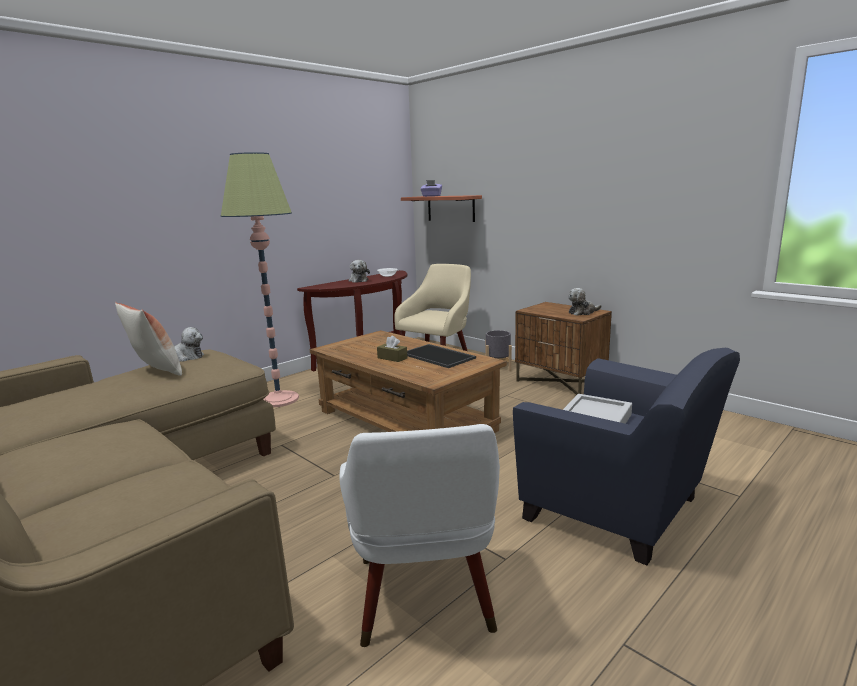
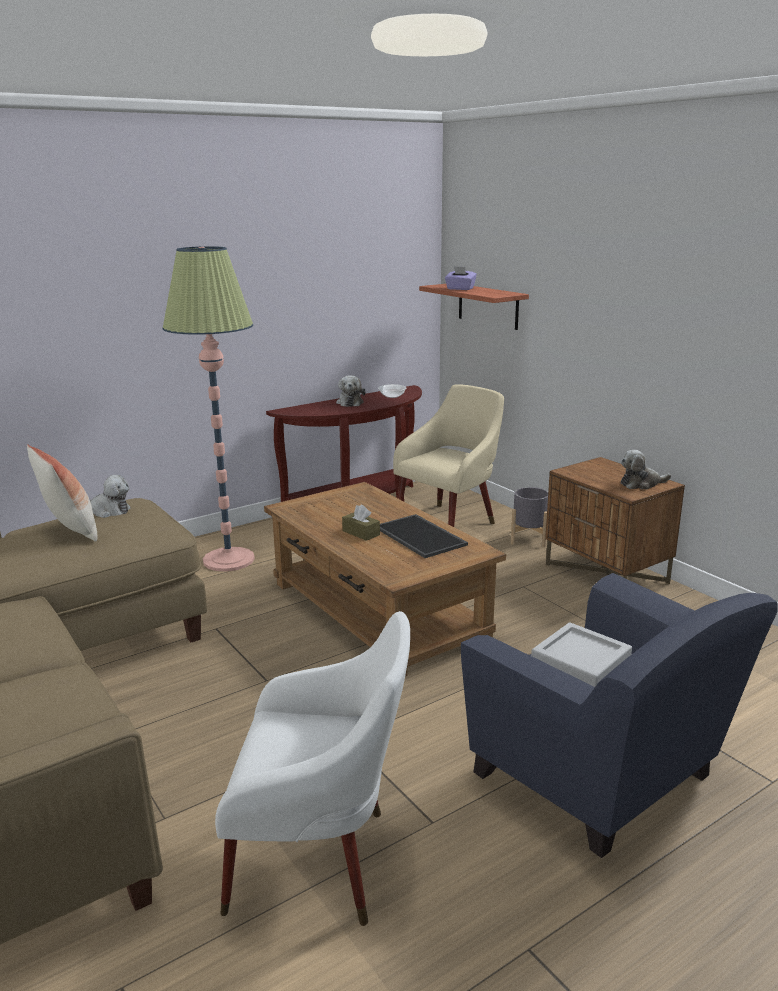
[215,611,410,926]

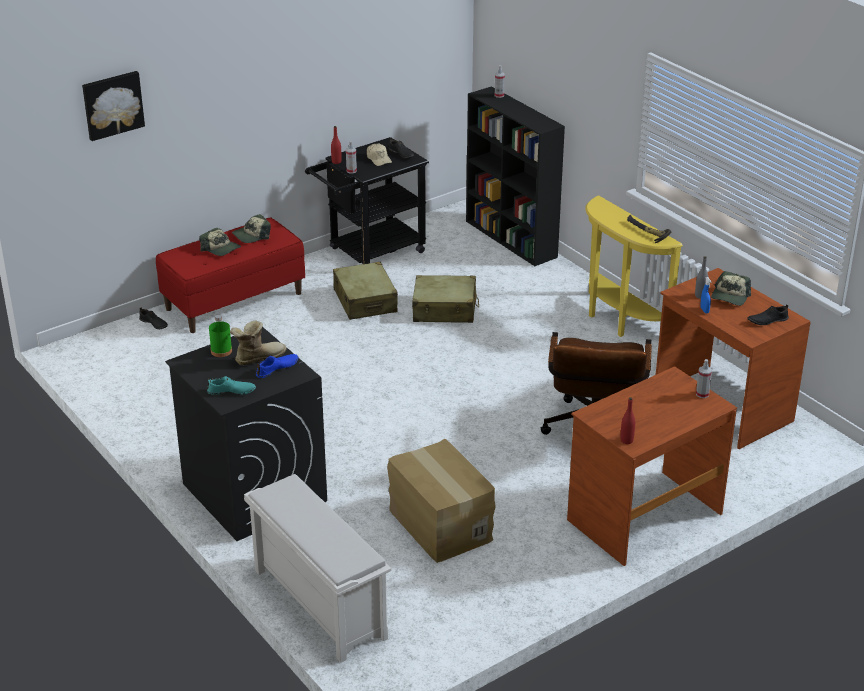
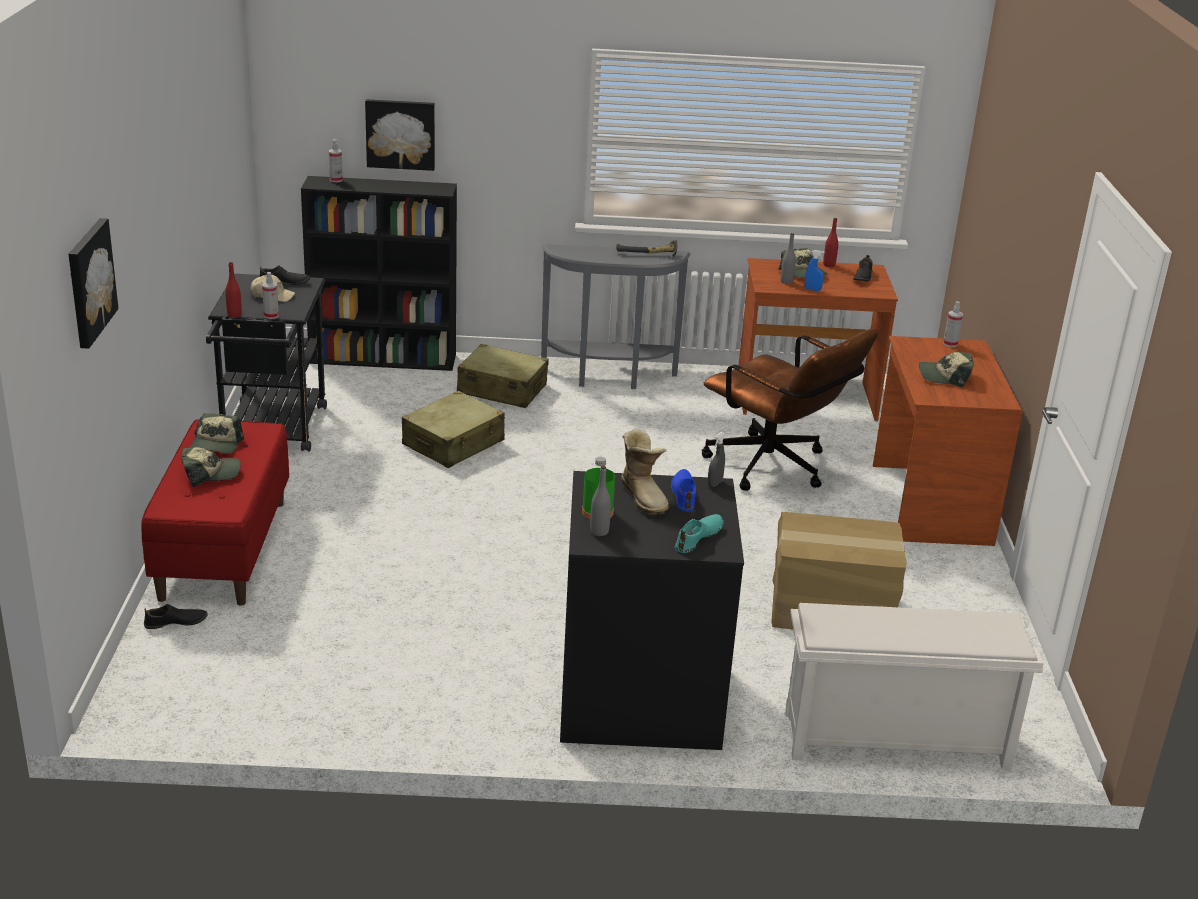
[365,99,435,171]
[590,466,611,536]
[708,432,725,487]
[919,352,974,388]
[457,343,549,408]
[823,218,838,267]
[541,244,690,389]
[621,429,669,516]

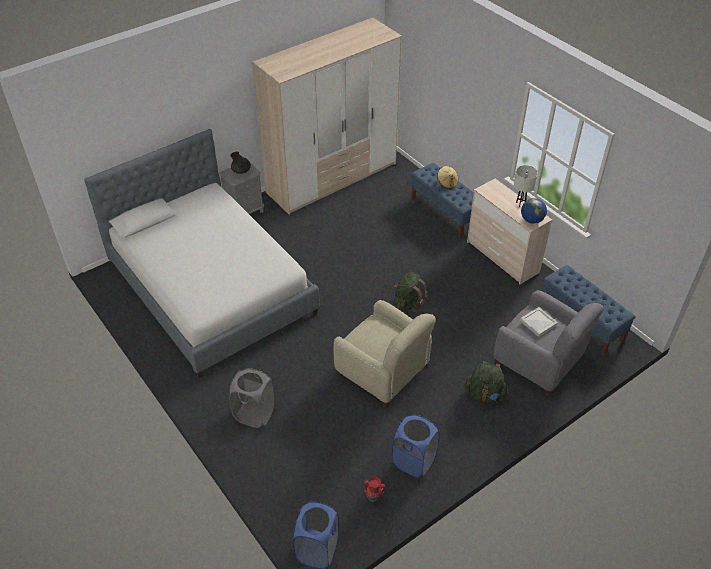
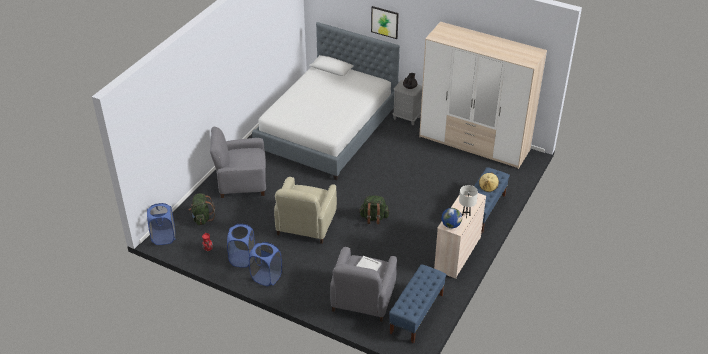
[249,242,282,286]
[371,6,399,39]
[189,193,215,225]
[210,127,266,198]

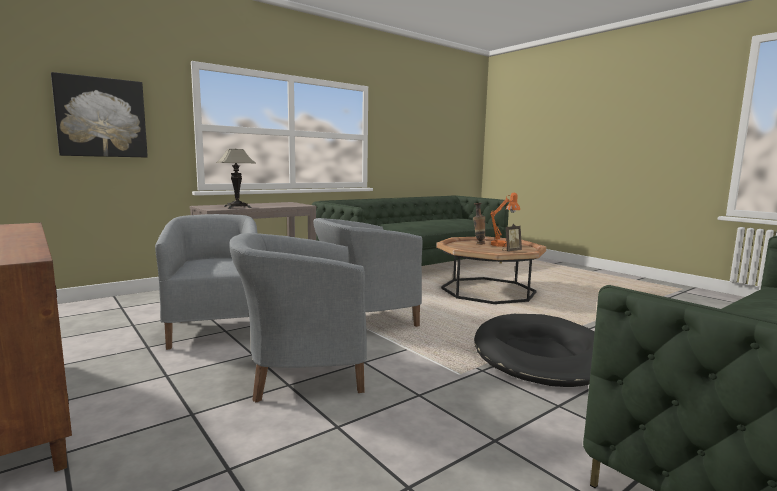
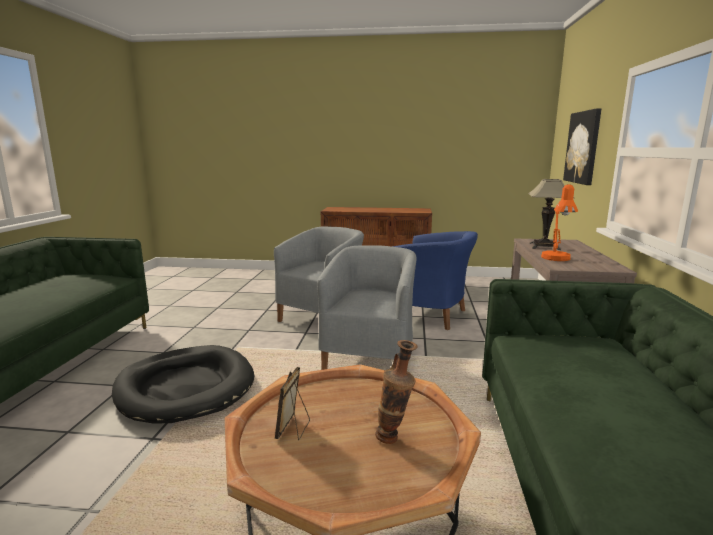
[541,184,578,261]
[391,231,478,330]

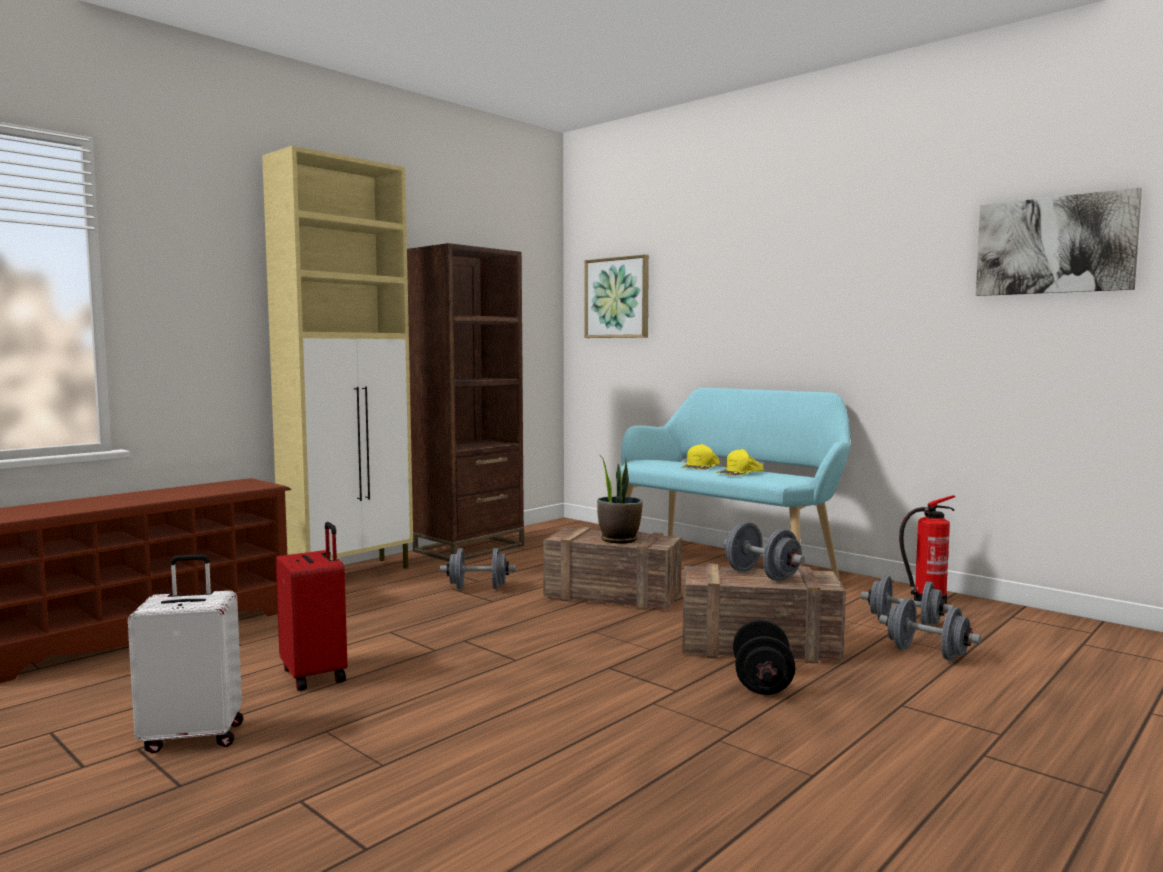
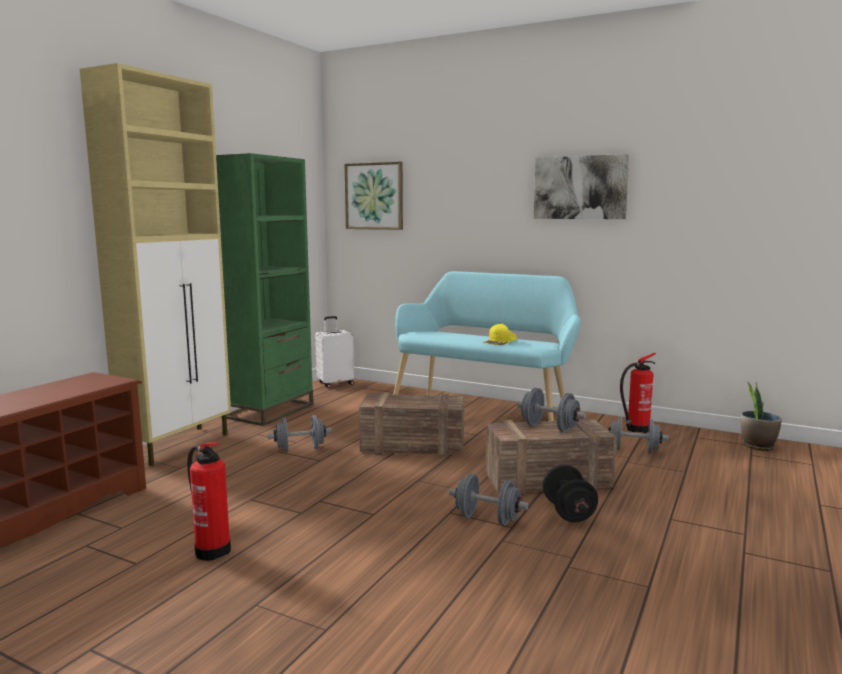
[681,444,720,470] (first image)
[315,316,354,388]
[741,382,782,451]
[449,473,528,525]
[534,154,630,219]
[187,442,231,561]
[216,153,313,426]

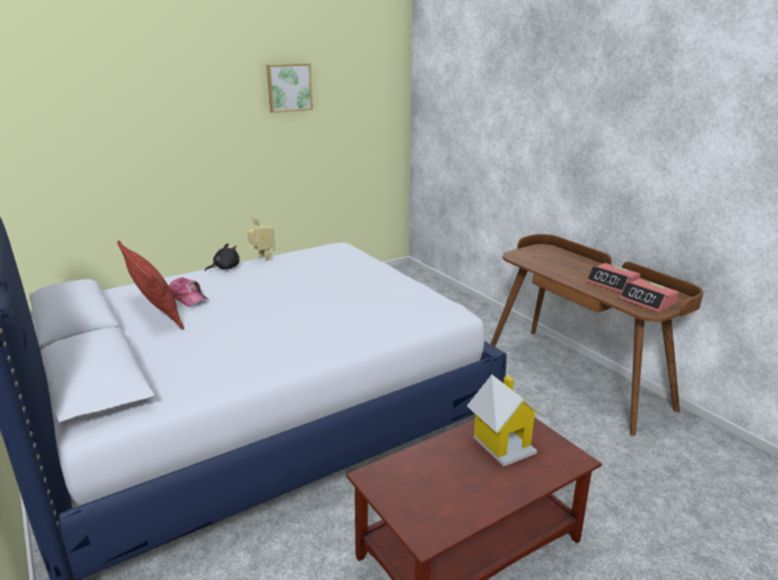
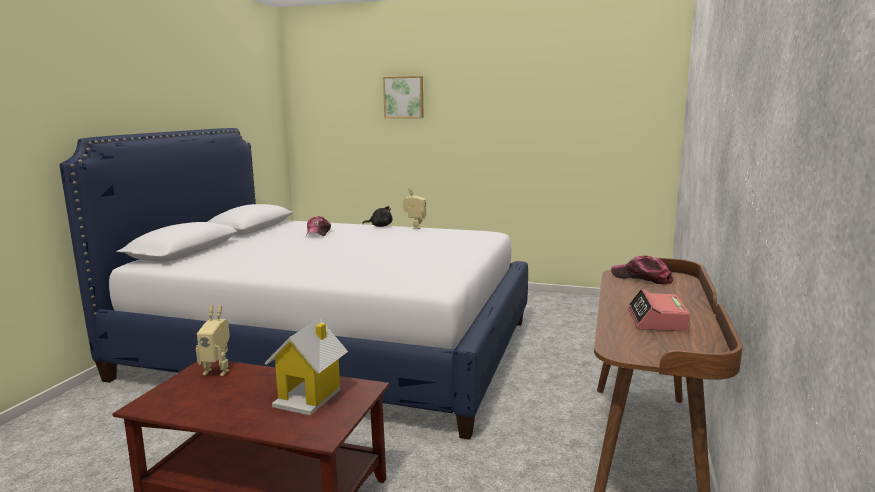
[117,240,184,330] (first image)
[619,279,678,313] (first image)
[196,305,230,376]
[611,255,674,285]
[383,76,424,118]

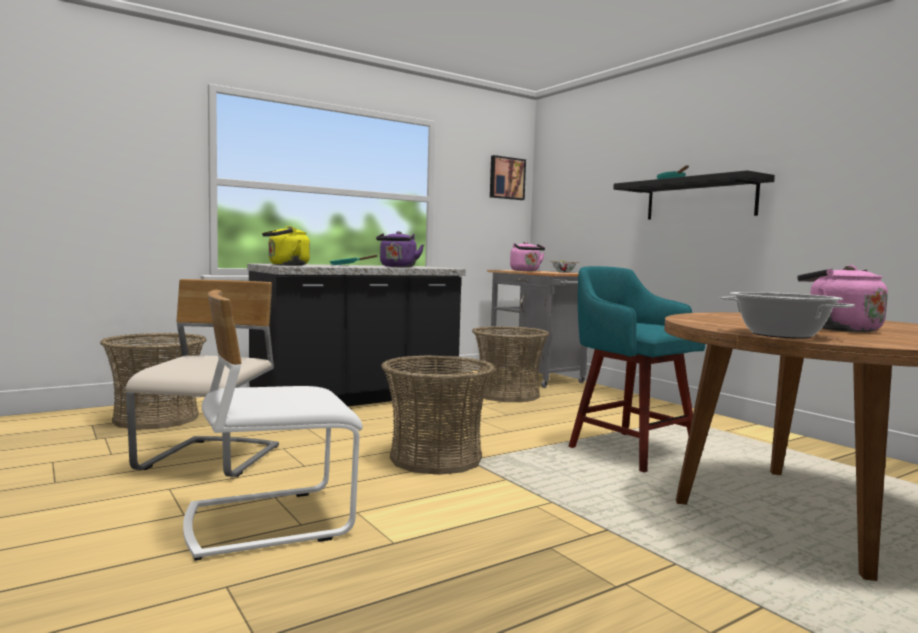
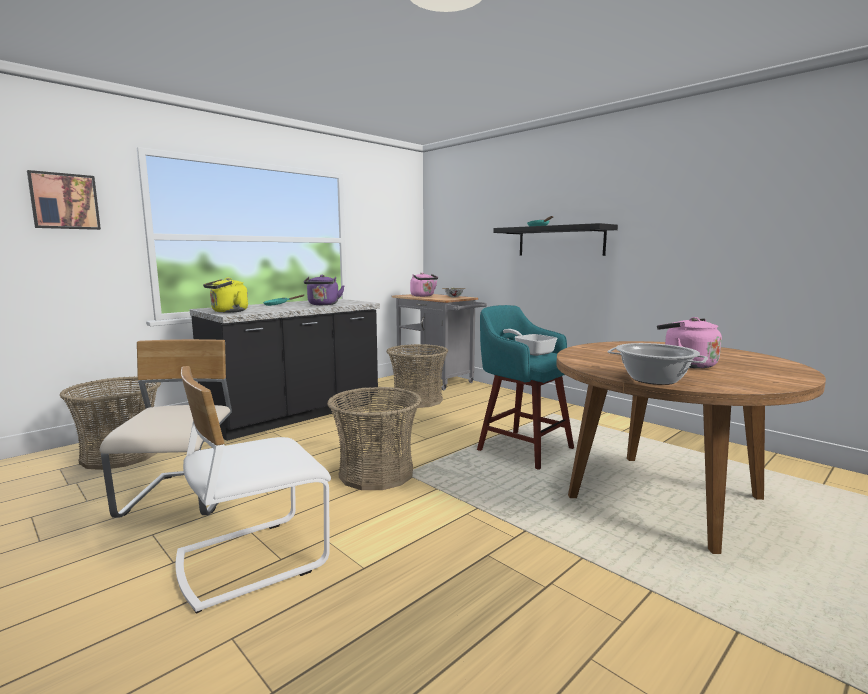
[503,329,558,356]
[27,170,101,230]

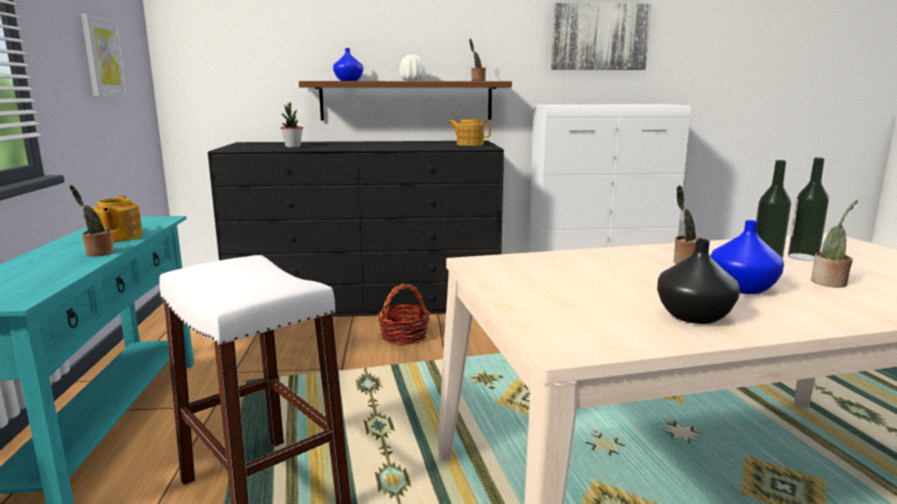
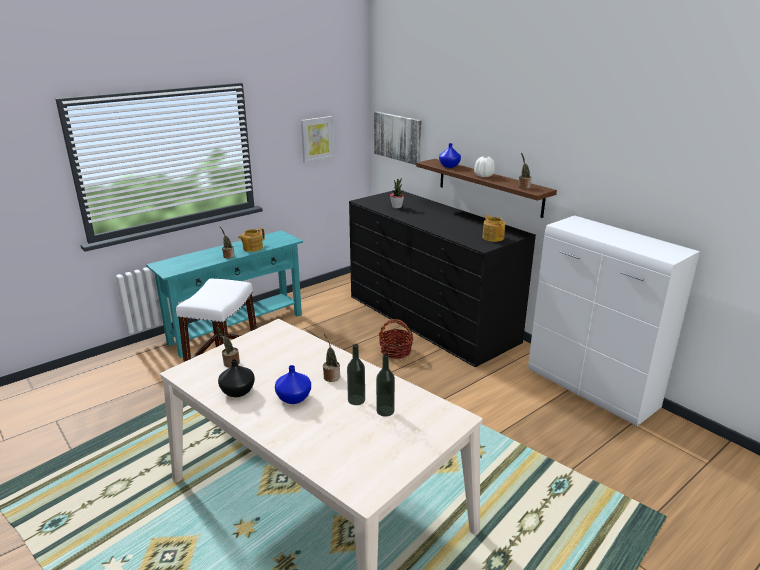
[374,112,421,165]
[216,327,240,368]

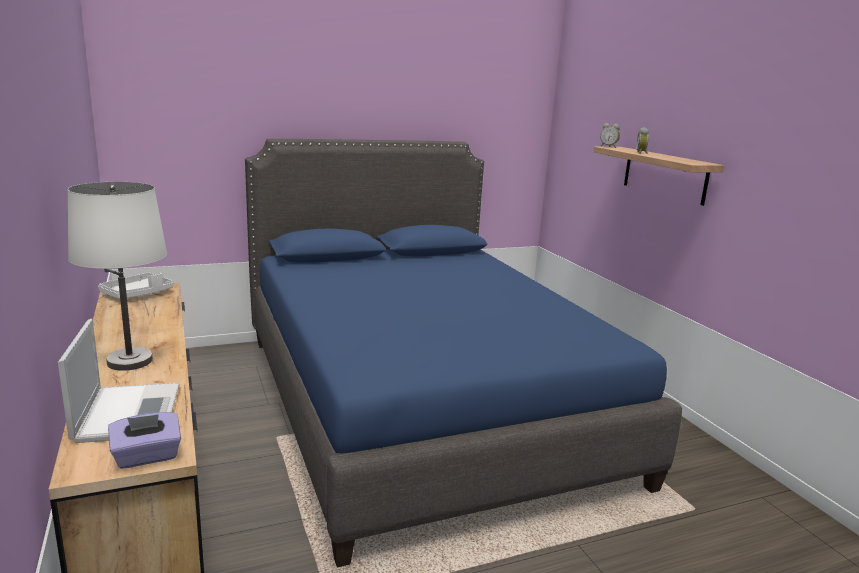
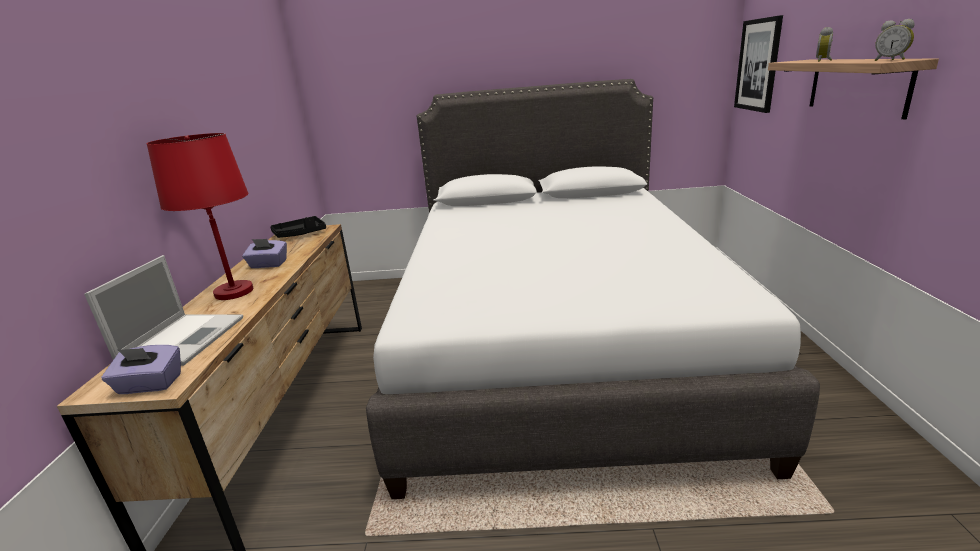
[242,239,287,268]
[734,15,783,113]
[875,19,915,61]
[147,133,253,300]
[270,216,326,238]
[366,79,820,499]

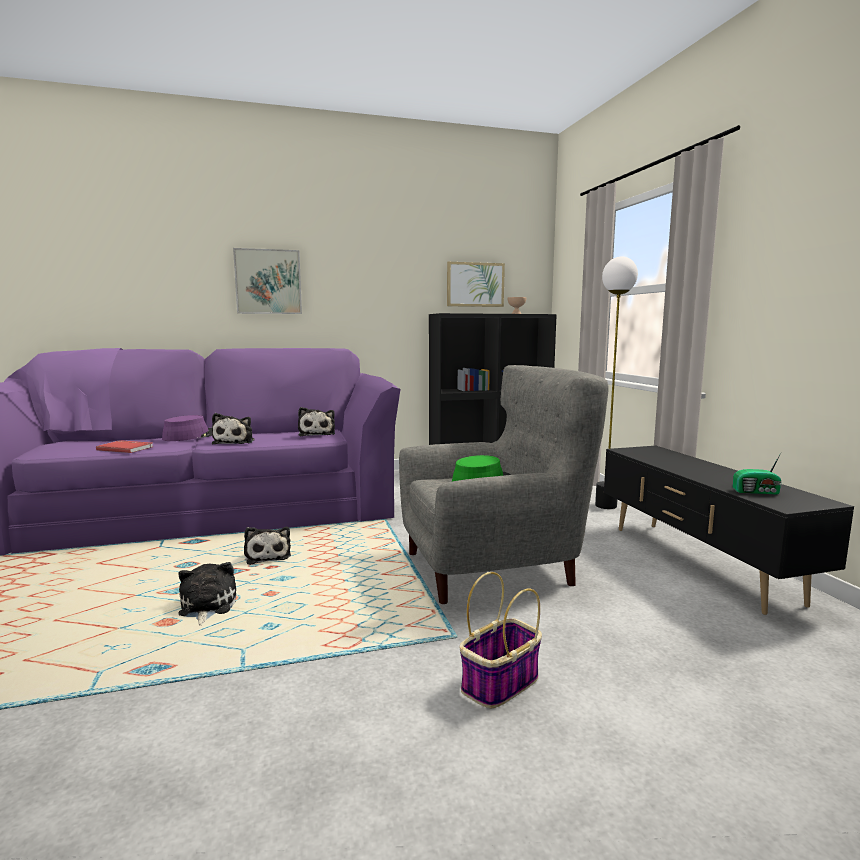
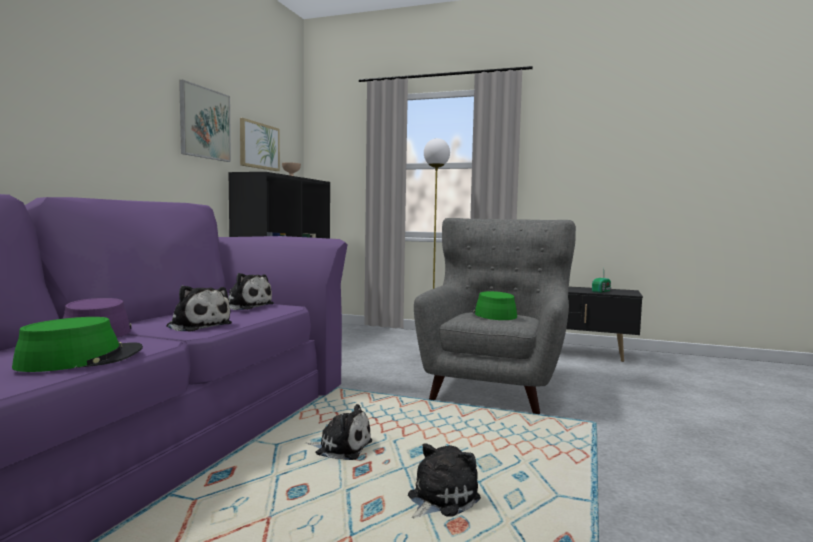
[460,572,542,708] (first image)
[179,80,231,162]
[12,317,143,372]
[408,443,481,518]

